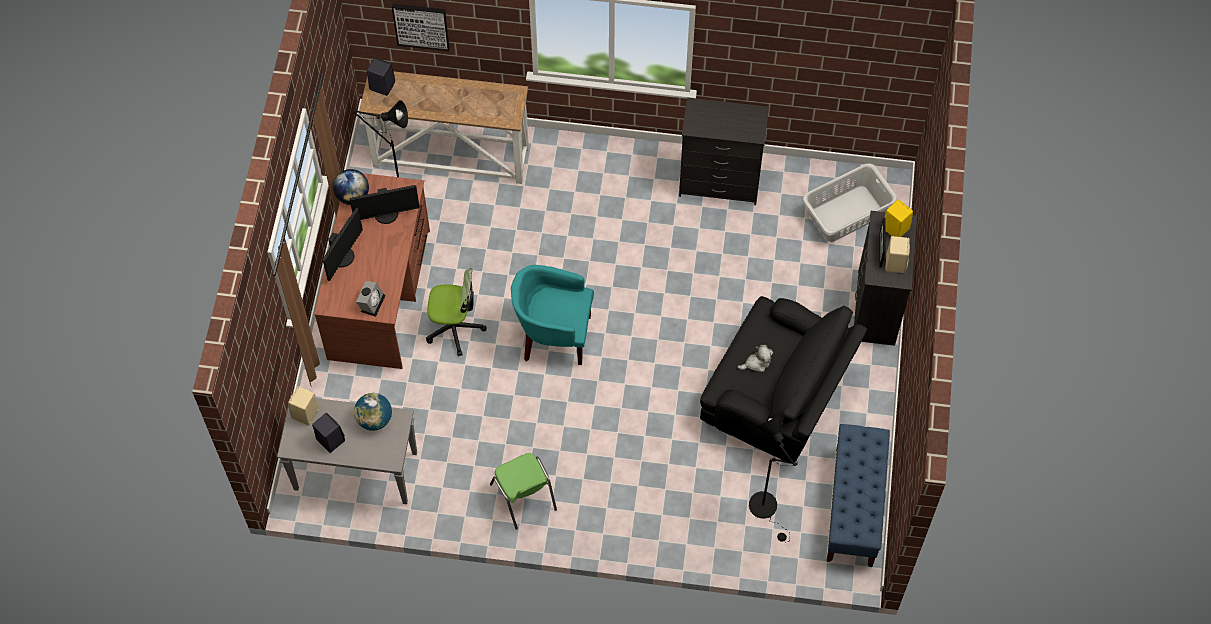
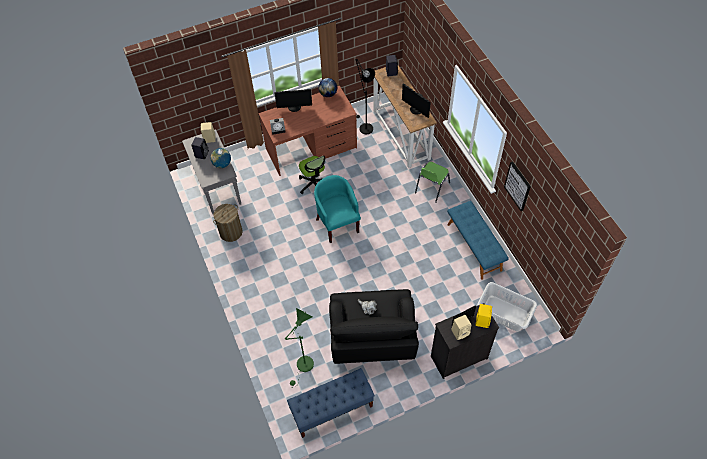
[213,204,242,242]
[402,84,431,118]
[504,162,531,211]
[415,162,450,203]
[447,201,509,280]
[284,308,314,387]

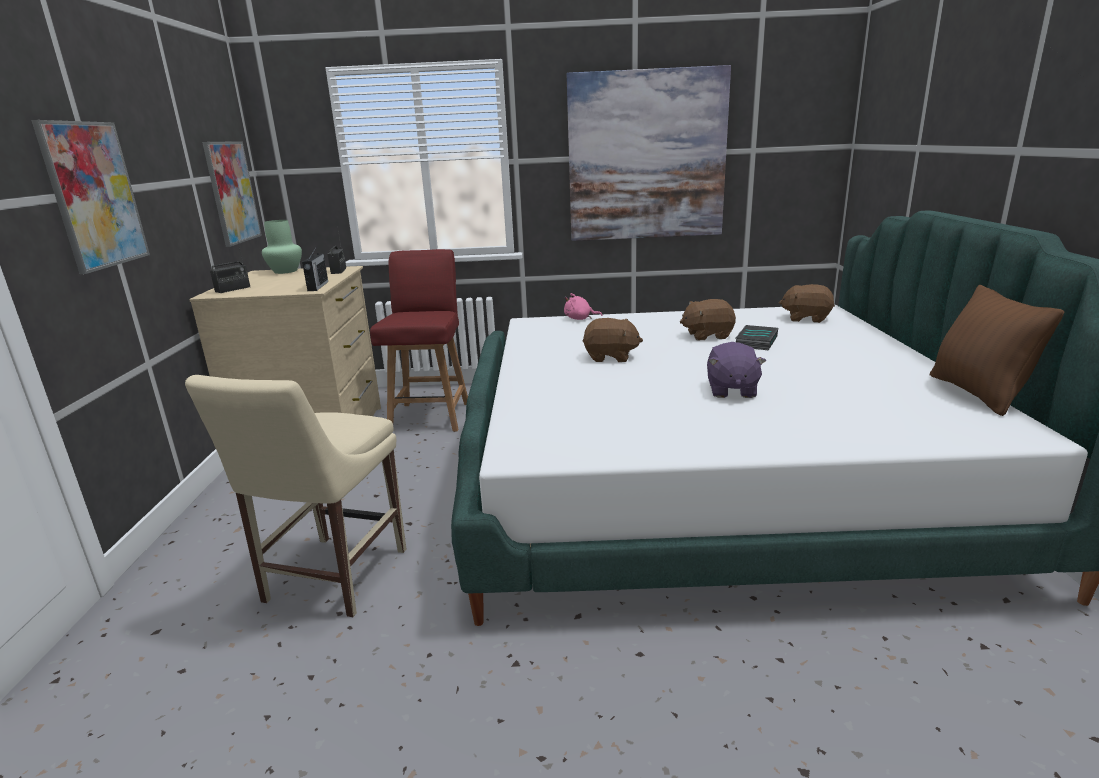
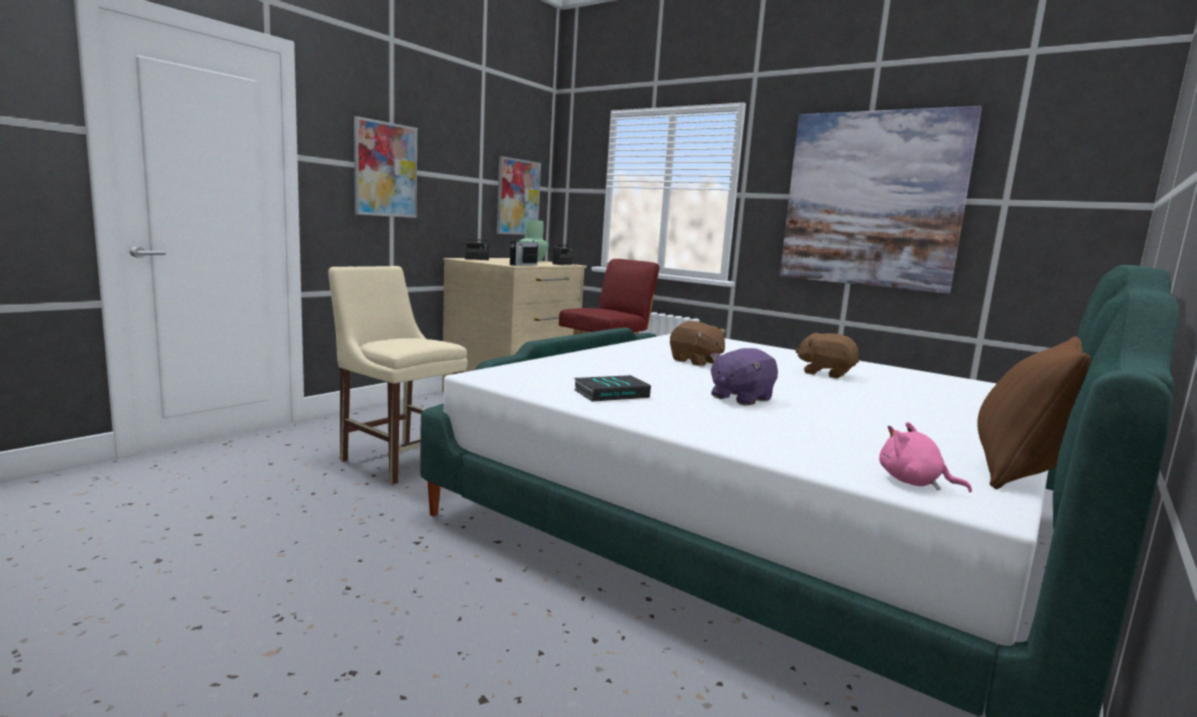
[779,284,835,323] (first image)
[879,422,972,493]
[574,375,651,401]
[328,266,468,484]

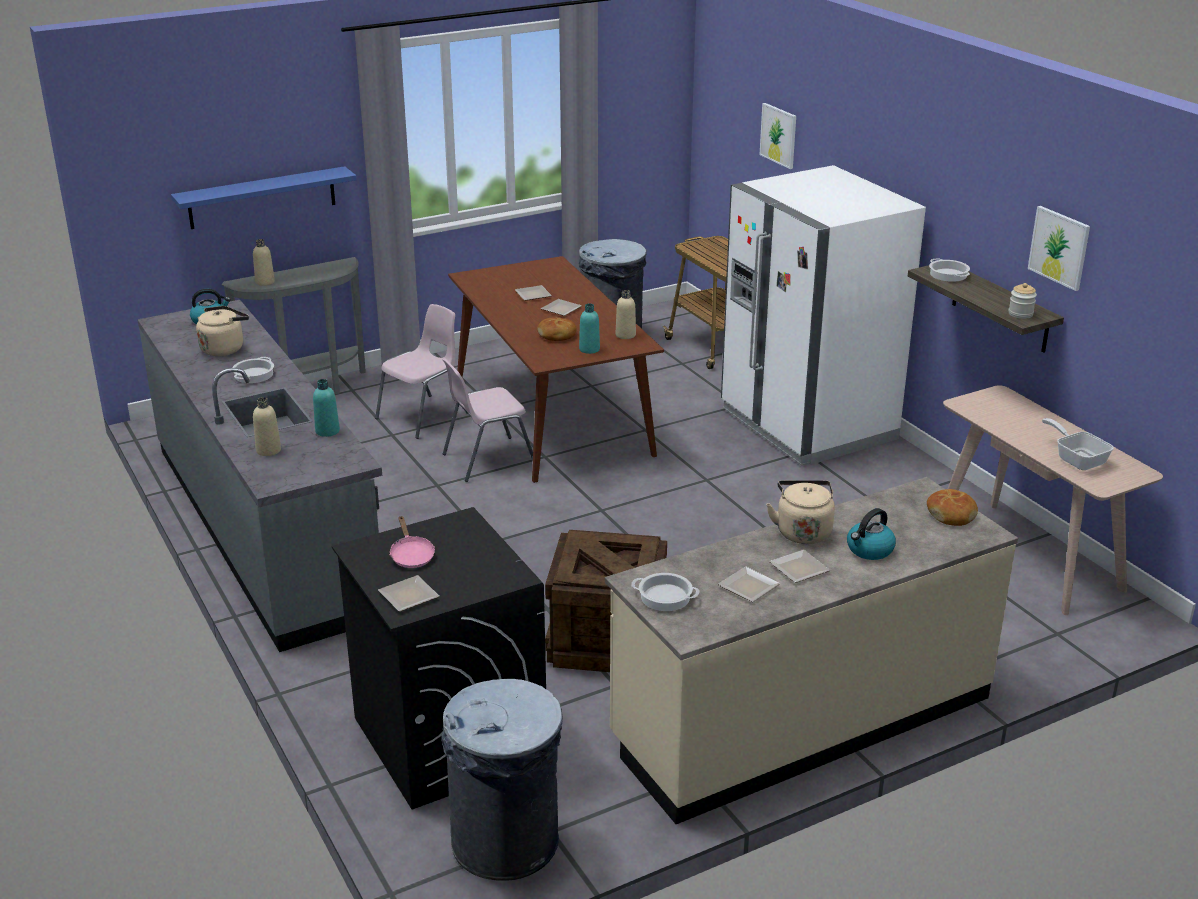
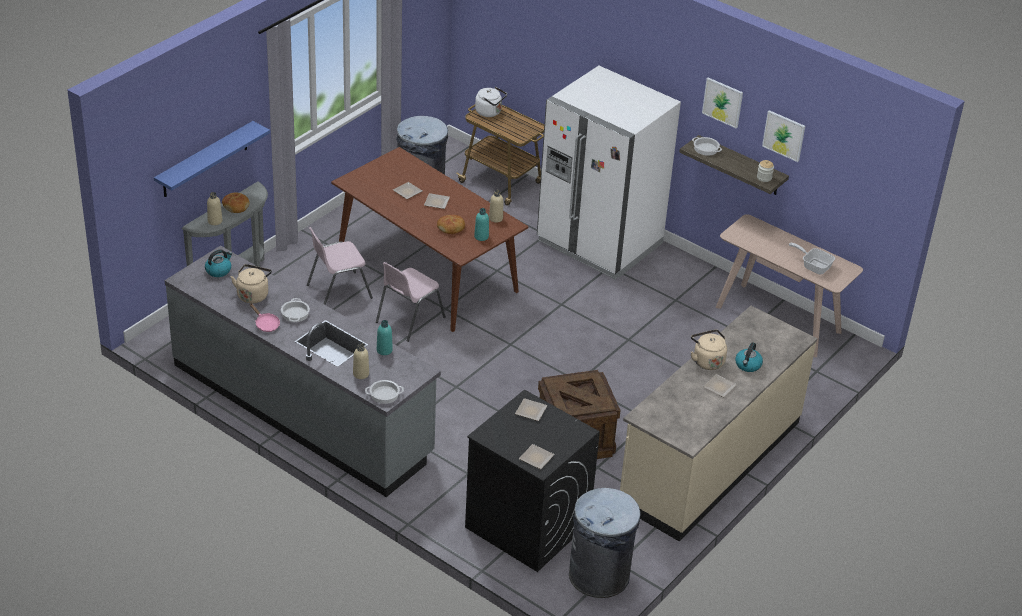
[475,87,507,117]
[250,303,280,332]
[365,380,404,404]
[515,398,548,421]
[702,78,743,128]
[222,192,249,213]
[307,227,373,305]

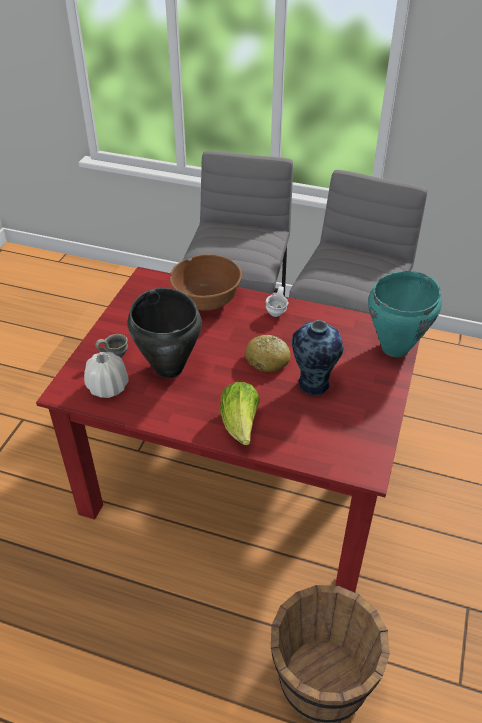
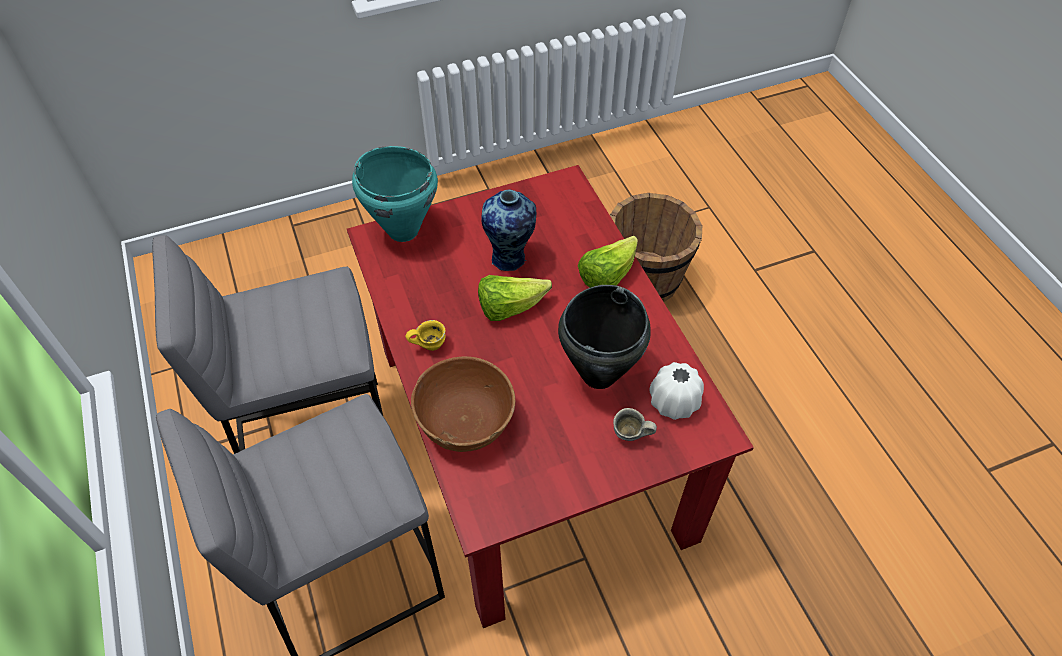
[478,275,552,321]
[405,320,446,351]

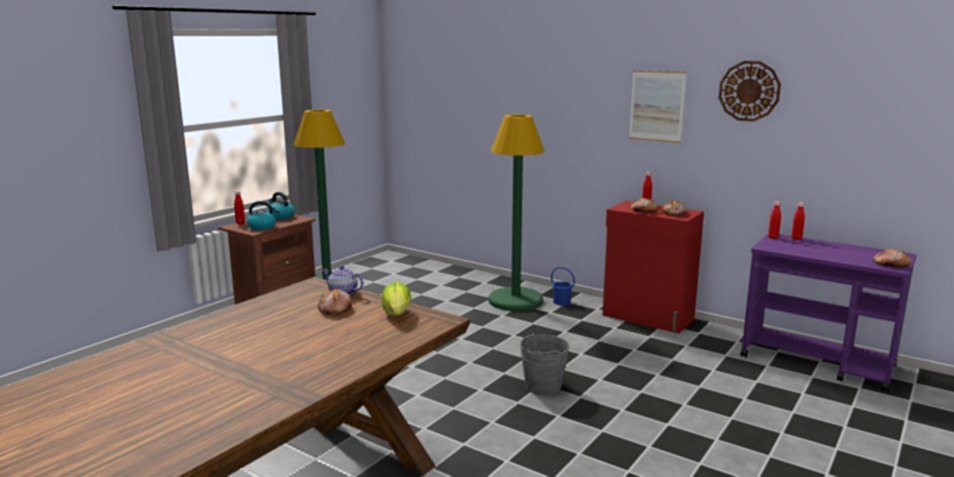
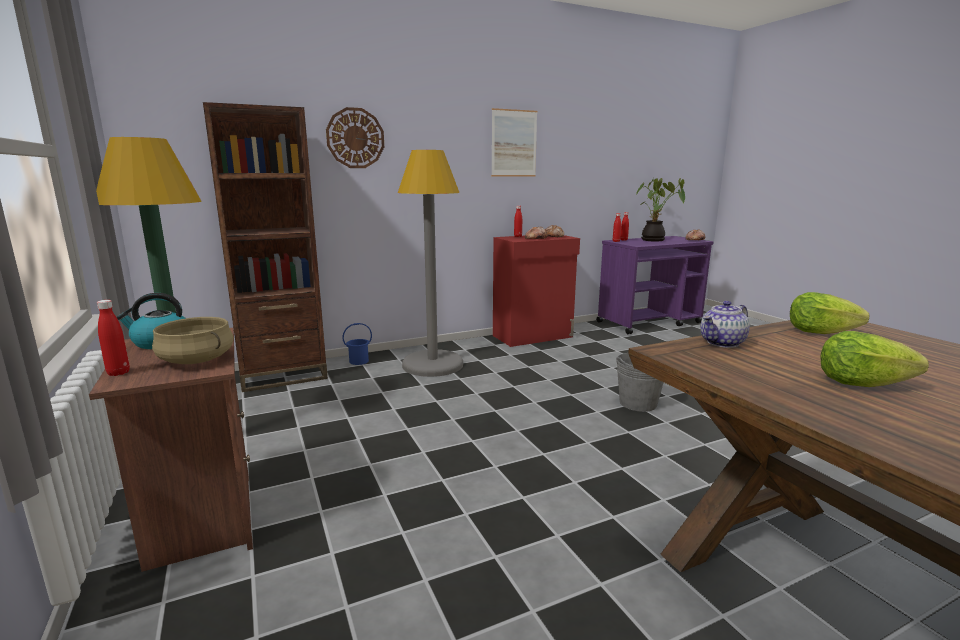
[318,288,352,315] (first image)
[203,102,328,392]
[635,178,685,242]
[820,331,929,387]
[343,323,372,365]
[326,107,384,168]
[152,317,234,364]
[398,150,463,377]

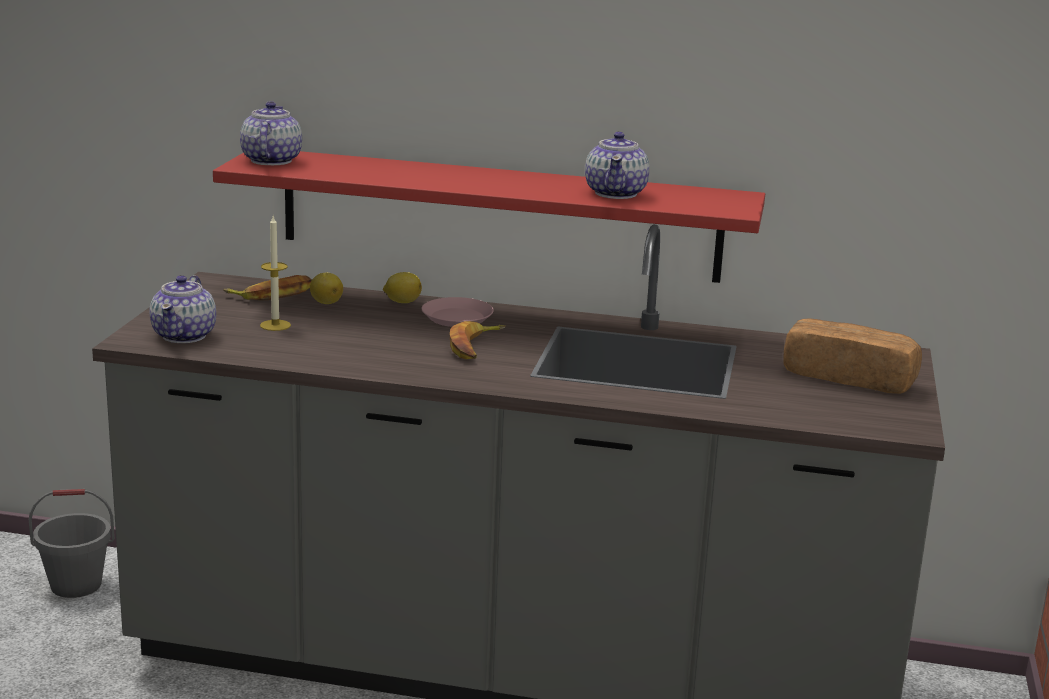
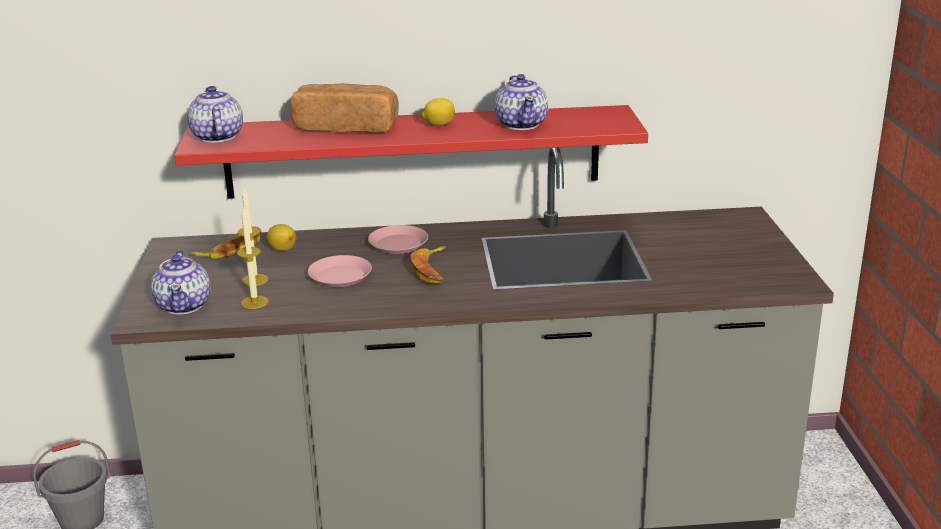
[237,207,269,309]
[308,255,372,287]
[422,98,455,126]
[291,84,399,133]

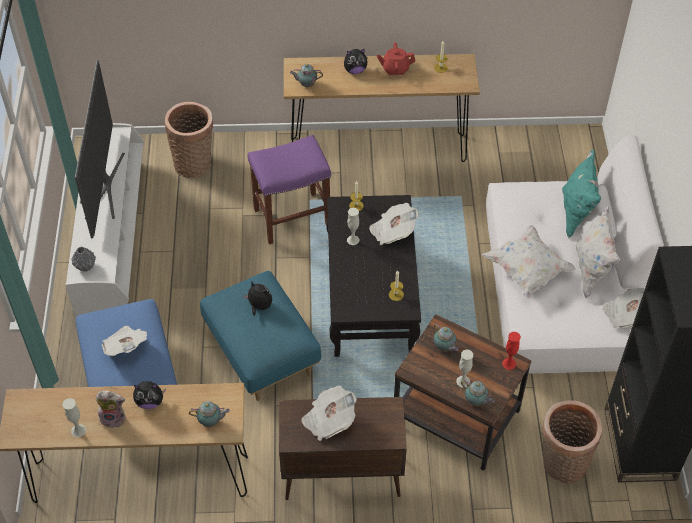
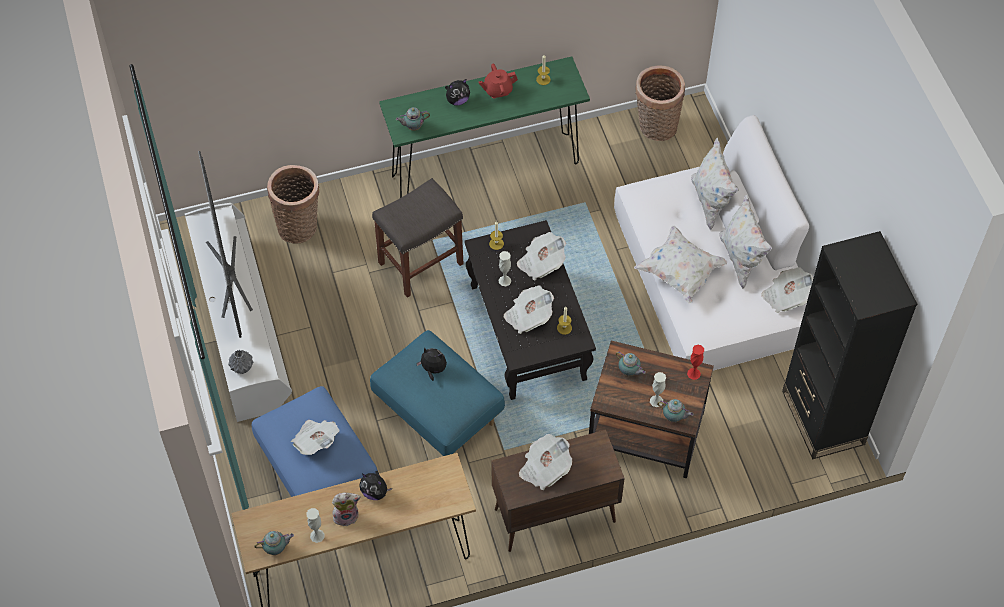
[504,285,554,334]
[255,531,294,555]
[635,65,685,141]
[372,178,464,298]
[379,56,590,198]
[691,138,739,230]
[359,471,392,500]

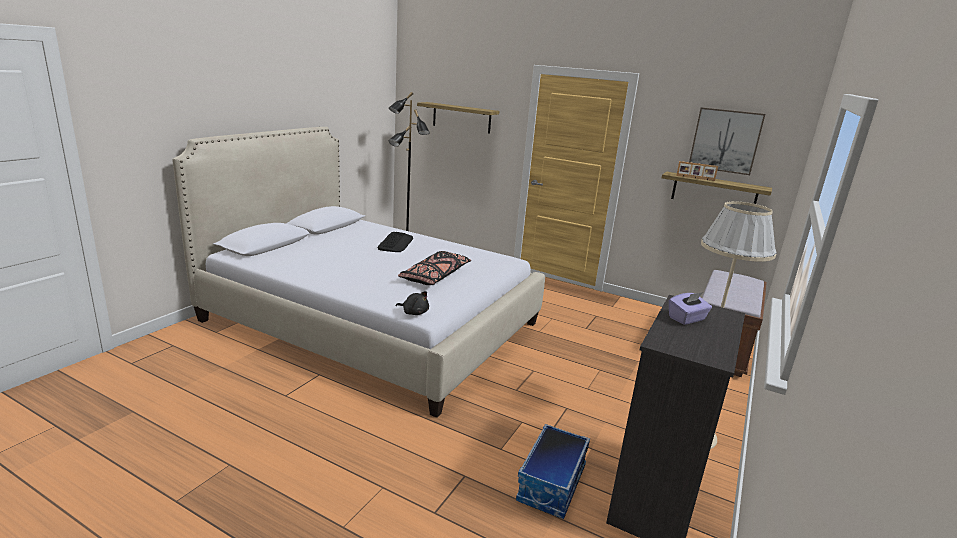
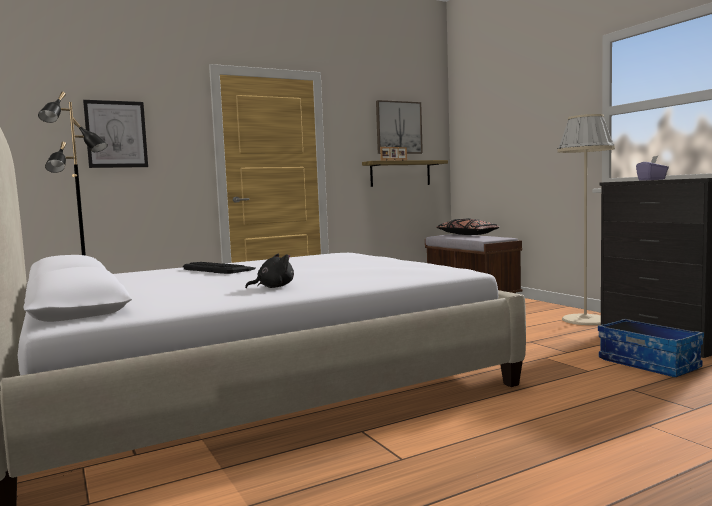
[245,254,294,288]
[436,218,499,235]
[83,100,148,168]

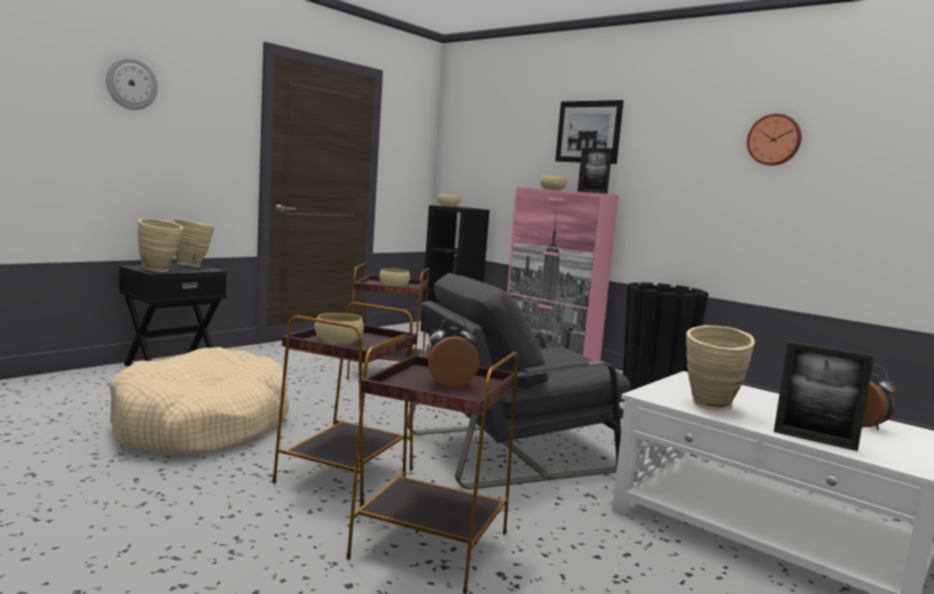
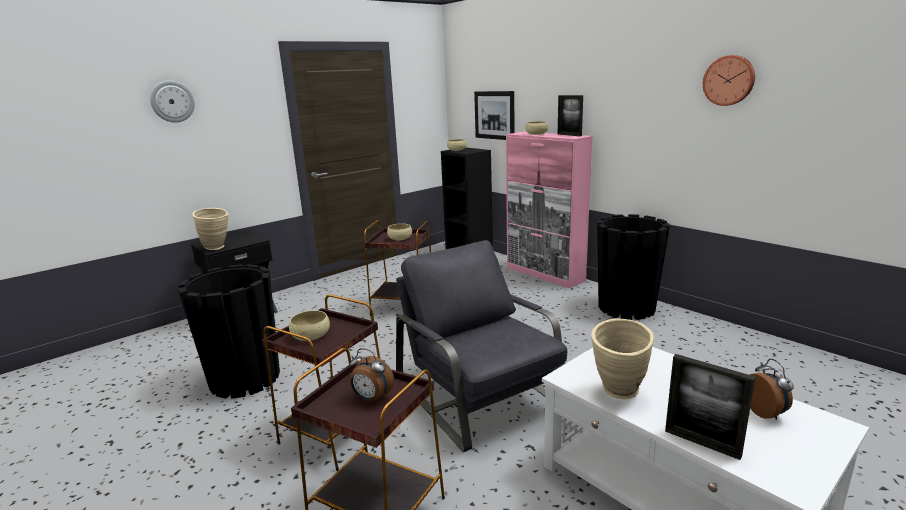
[174,218,215,267] (first image)
[474,91,514,140]
[178,264,280,399]
[396,240,567,452]
[349,348,394,402]

